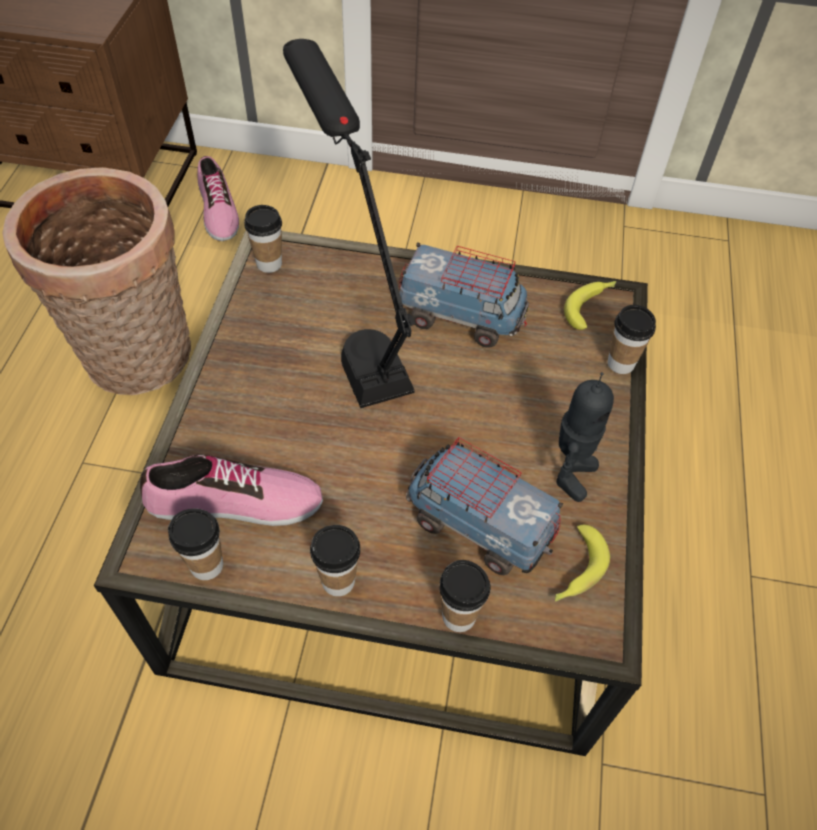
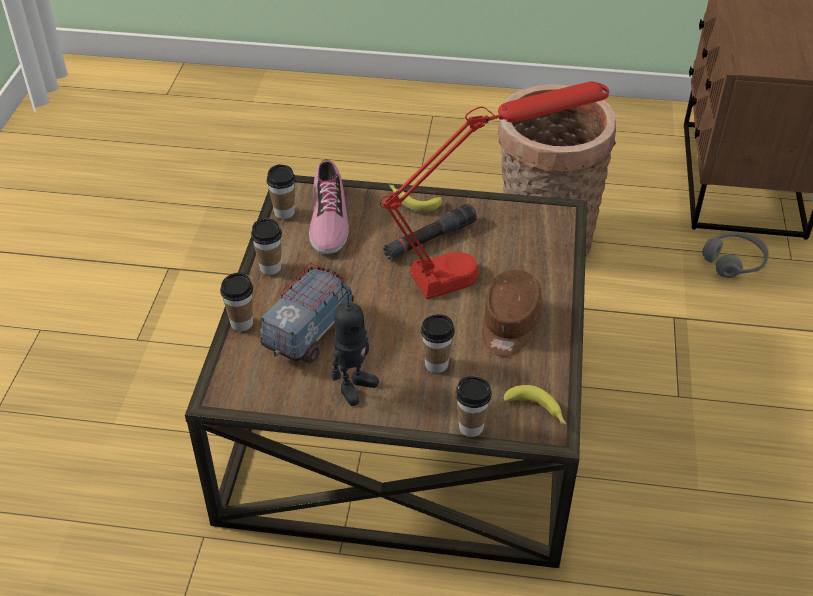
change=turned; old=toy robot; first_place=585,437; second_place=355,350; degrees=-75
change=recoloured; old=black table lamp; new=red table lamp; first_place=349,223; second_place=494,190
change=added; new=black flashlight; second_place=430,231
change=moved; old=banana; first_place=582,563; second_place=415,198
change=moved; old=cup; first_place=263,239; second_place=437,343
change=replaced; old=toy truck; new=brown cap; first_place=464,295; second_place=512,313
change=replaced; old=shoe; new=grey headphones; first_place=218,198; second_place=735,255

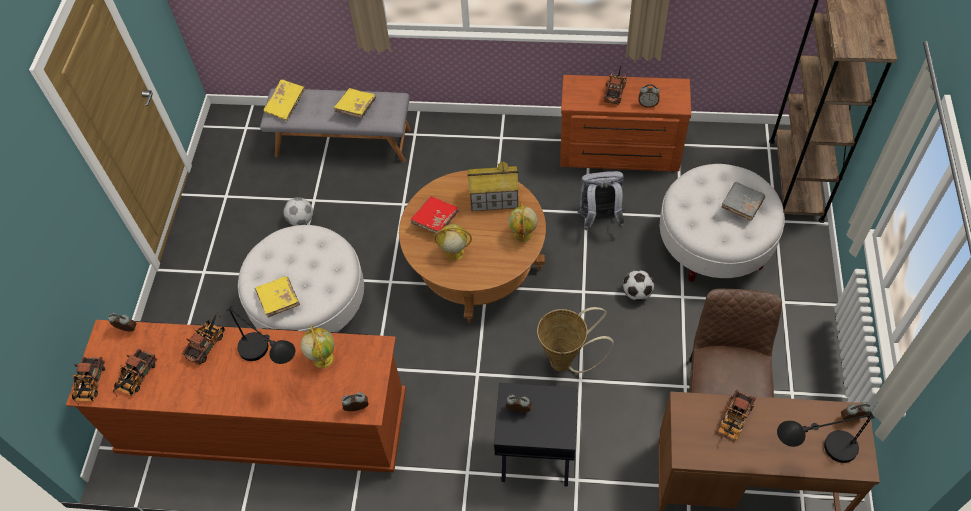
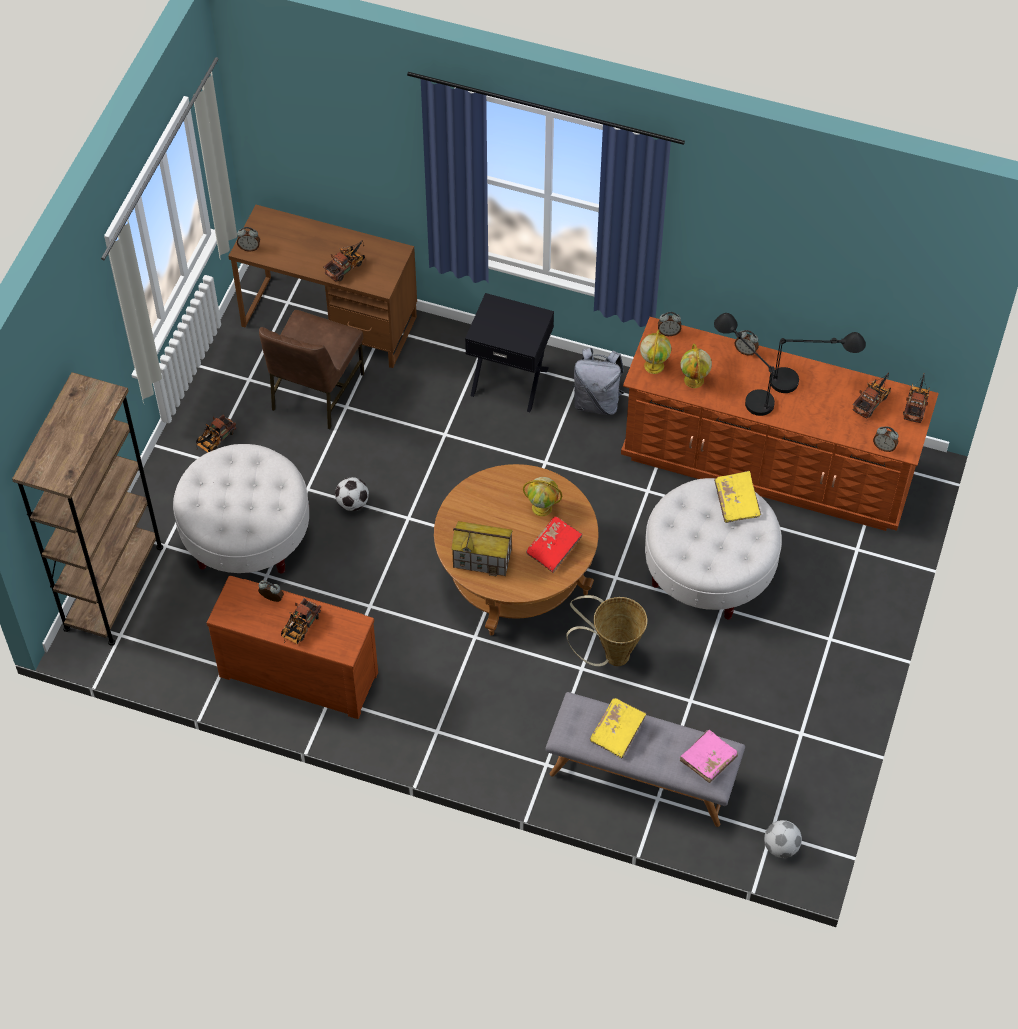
change=moved; old=toy truck; first_place=203,338; second_place=216,434
change=moved; old=basket; first_place=575,340; second_place=606,630
change=moved; old=grey backpack; first_place=601,201; second_place=598,381
change=moved; old=globe; first_place=523,222; second_place=655,351
change=recoloured; old=yellow book; new=pink book; first_place=284,100; second_place=709,756
change=moved; old=alarm clock; first_place=519,403; second_place=747,342
change=moved; old=football; first_place=298,211; second_place=783,839
change=moved; old=black table lamp; first_place=825,437; second_place=818,362
change=removed; old=grey book; first_place=743,201

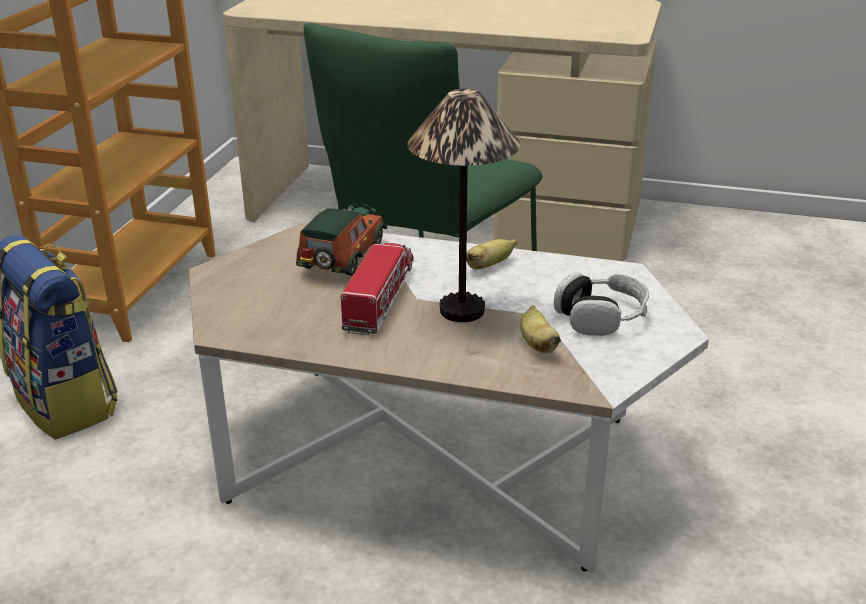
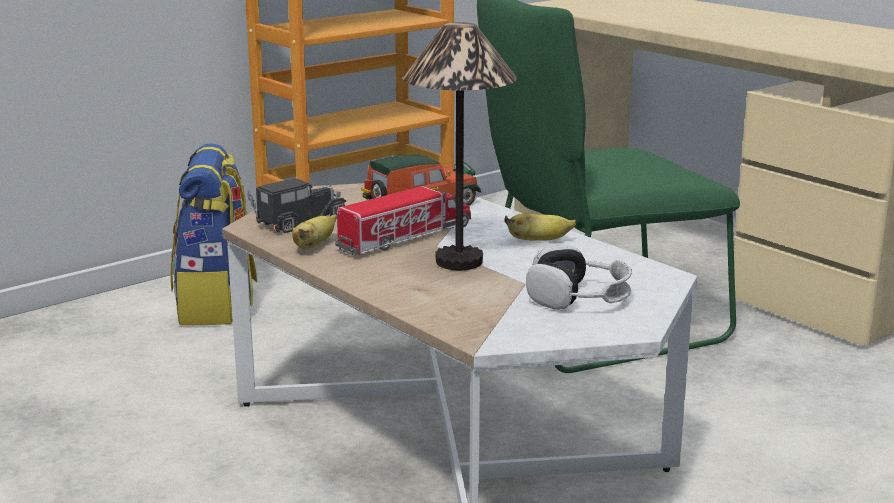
change=added; new=toy truck; second_place=296,206
change=moved; old=banana; first_place=540,329; second_place=314,232

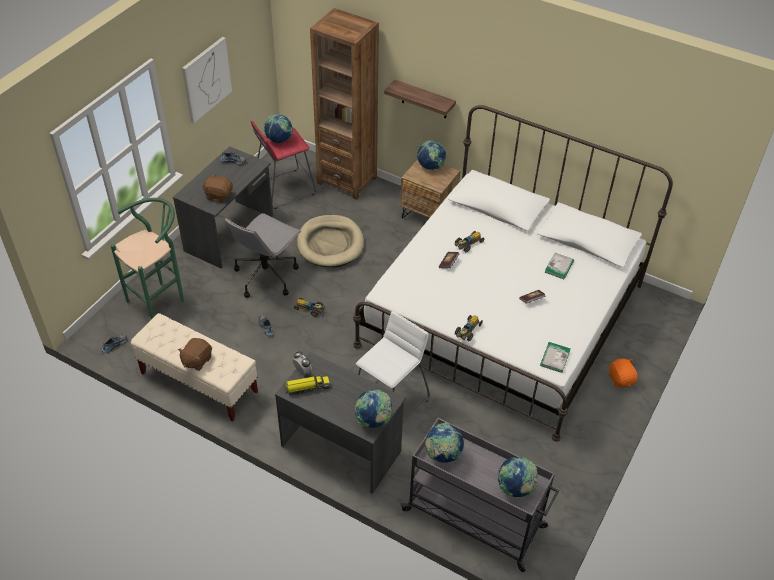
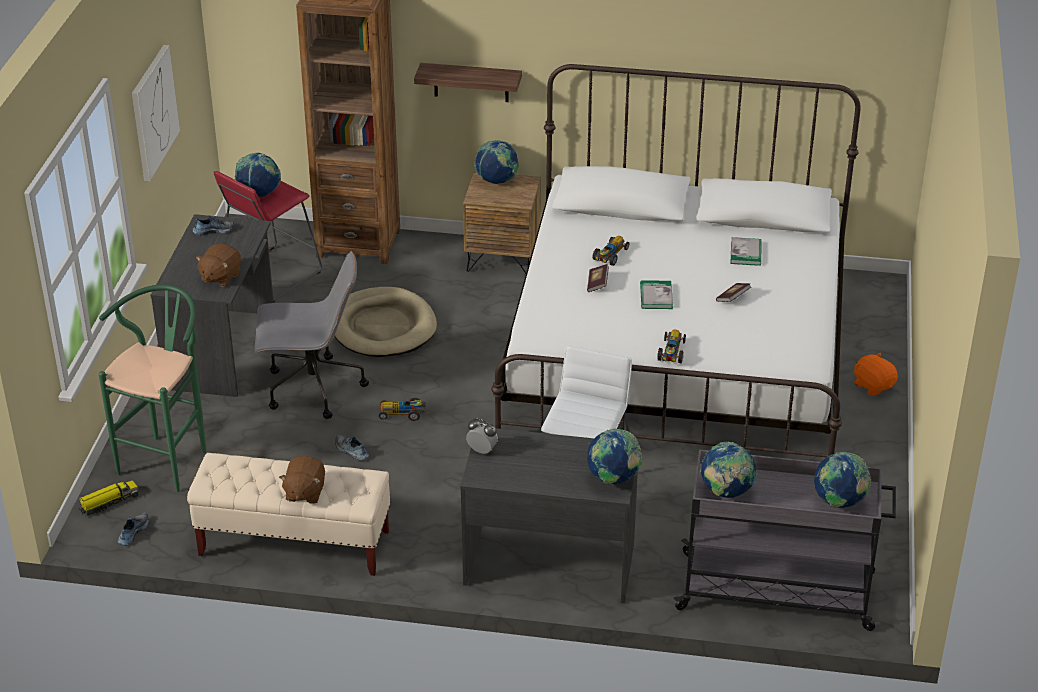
change=moved; old=toy truck; first_place=307,385; second_place=108,498
change=turned; old=brown plush toy; first_place=217,188; second_place=218,265; degrees=-60
change=turned; old=grey office chair; first_place=263,255; second_place=312,335; degrees=-105
change=moved; old=book; first_place=555,357; second_place=656,294

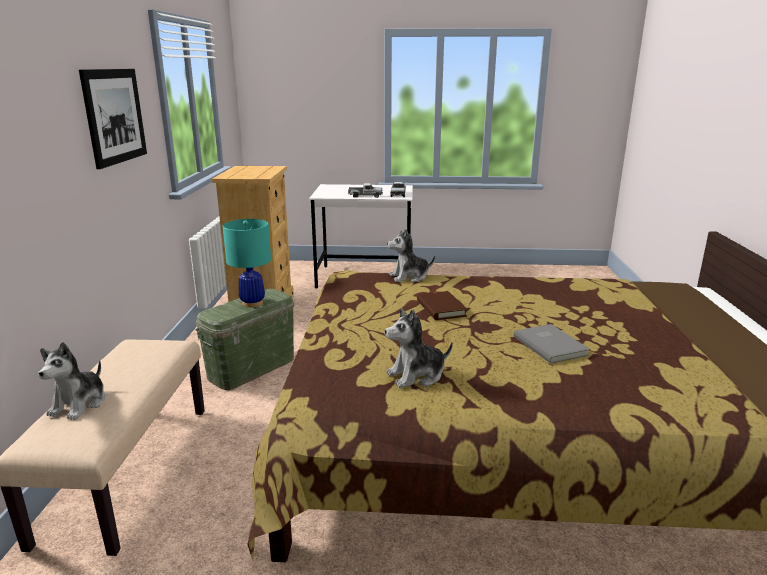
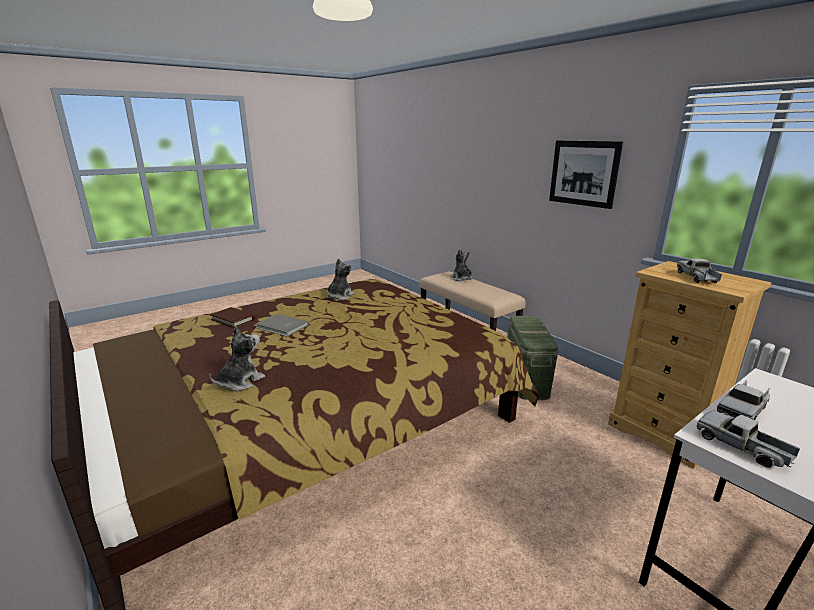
change=moved; old=plush toy; first_place=411,255; second_place=237,358
change=moved; old=brown book; first_place=442,305; second_place=232,317
change=added; new=toy truck; second_place=699,271
change=removed; old=turquoise table lamp; first_place=247,263

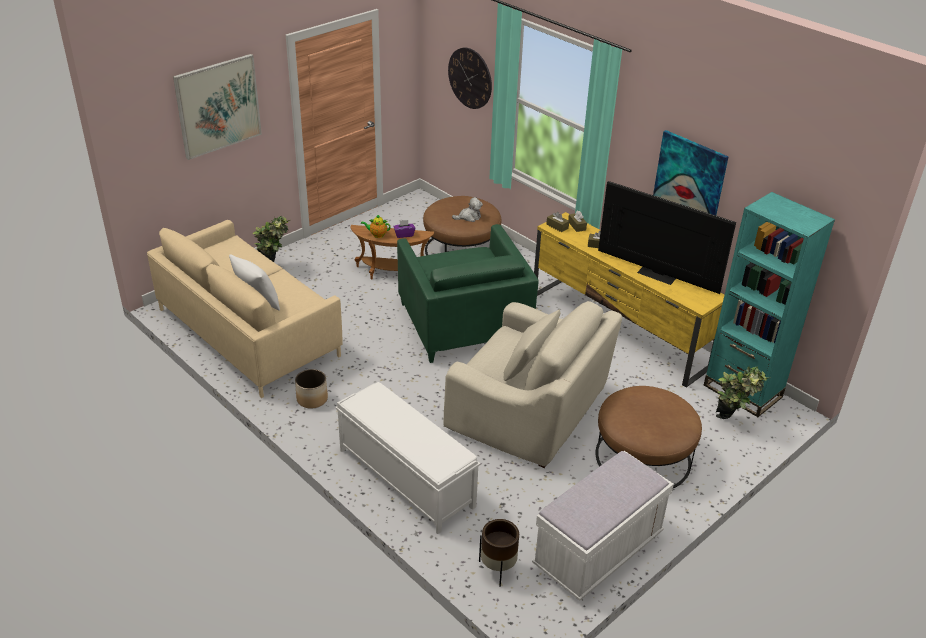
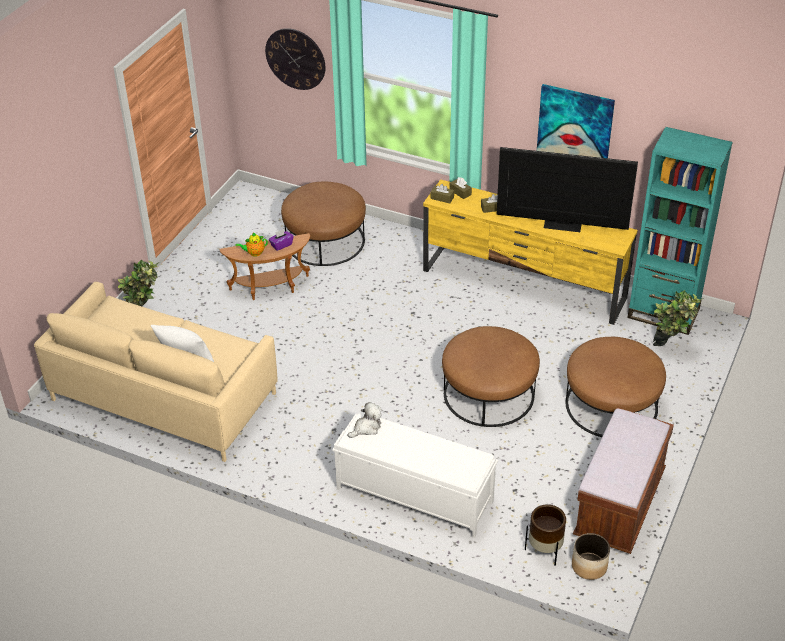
change=moved; old=plush toy; first_place=467,209; second_place=364,420
change=replaced; old=beige armchair; new=brown ottoman; first_place=532,384; second_place=491,376
change=moved; old=planter; first_place=311,388; second_place=591,556
change=recoloured; old=white bench; new=brown bench; first_place=603,526; second_place=623,480
change=removed; old=picture; first_place=217,107
change=removed; old=green armchair; first_place=468,293

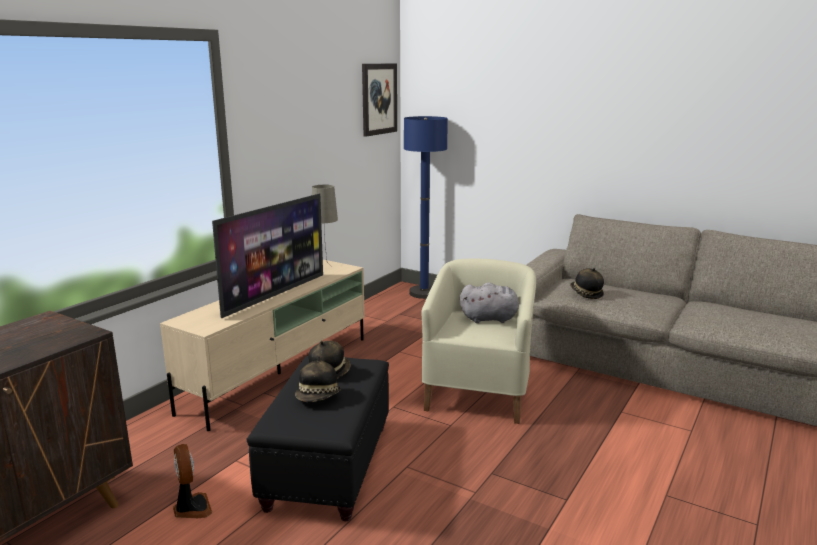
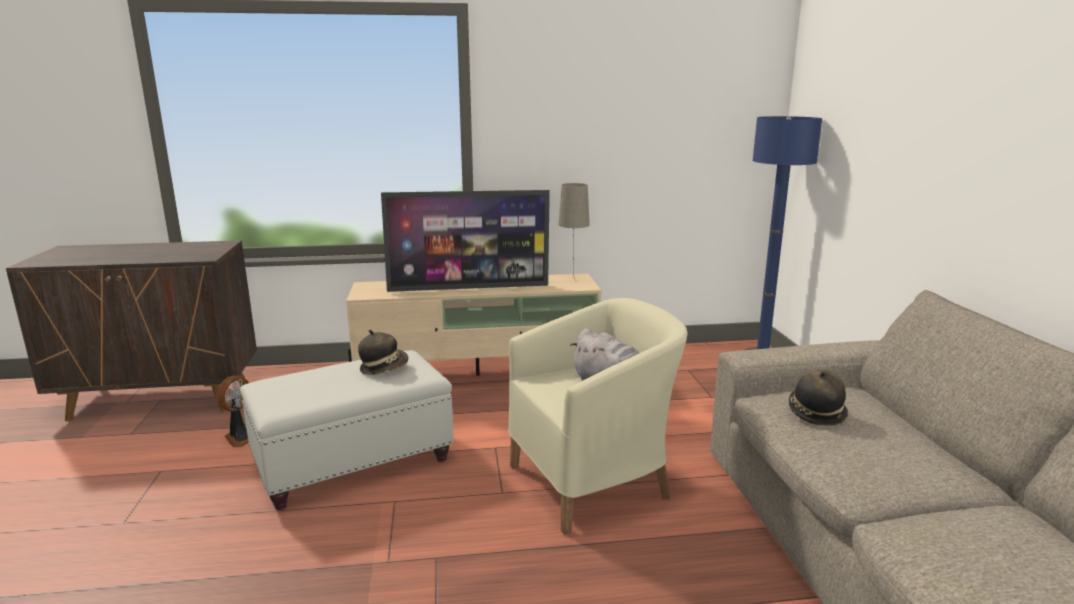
change=recoloured; old=black ottoman; new=white ottoman; first_place=318,438; second_place=346,430
change=removed; old=hat; first_place=318,379
change=removed; old=picture; first_place=379,100

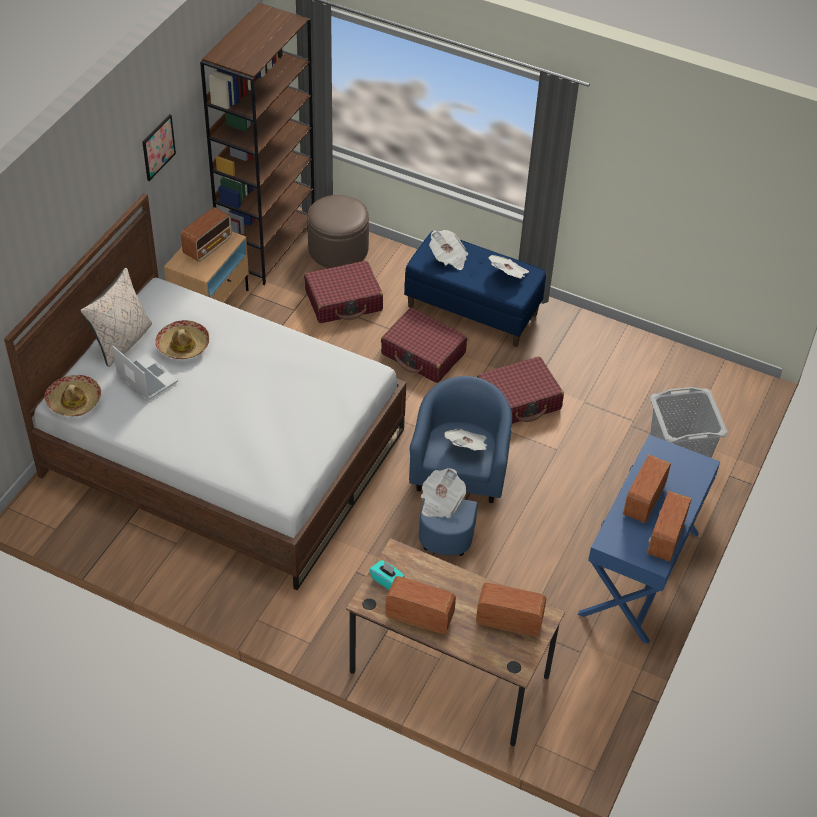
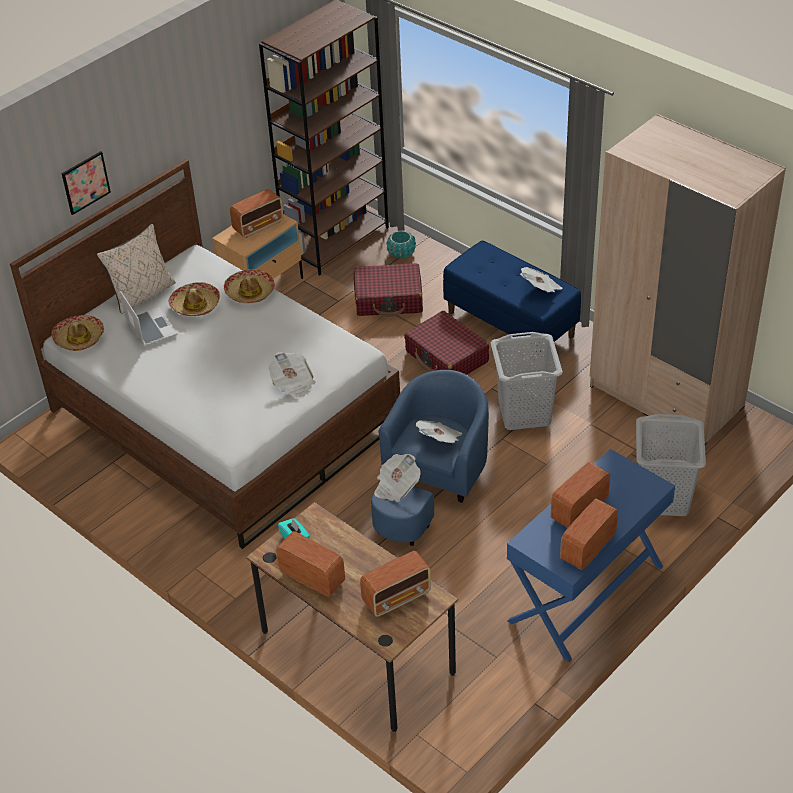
change=moved; old=picture; first_place=159,147; second_place=86,183
change=added; new=hat; second_place=249,286
change=moved; old=newspaper; first_place=448,250; second_place=292,375
change=turned; old=radio; first_place=511,609; second_place=395,584; degrees=120
change=replaced; old=brown ottoman; new=turquoise planter; first_place=338,231; second_place=401,245
change=replaced; old=red suitcase; new=grey laundry basket; first_place=520,390; second_place=527,381
change=added; new=beige wardrobe; second_place=688,279

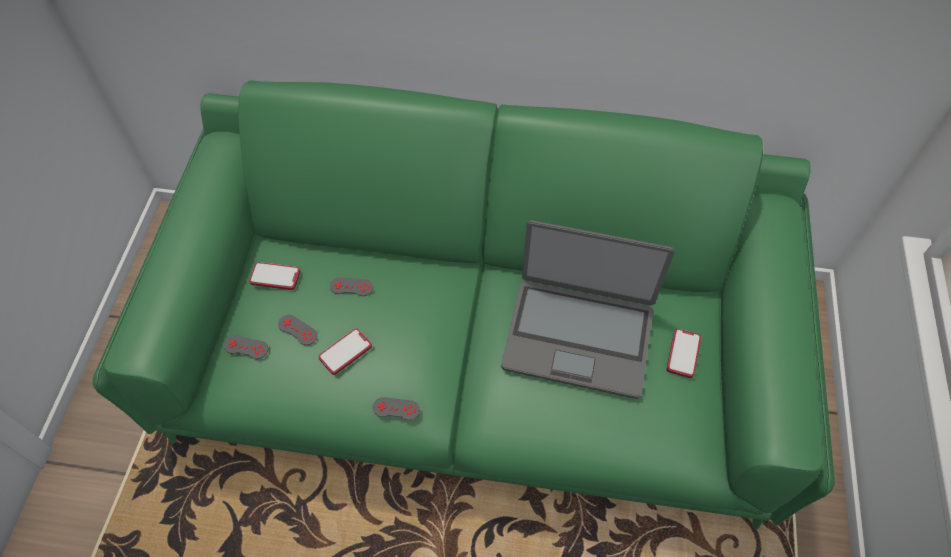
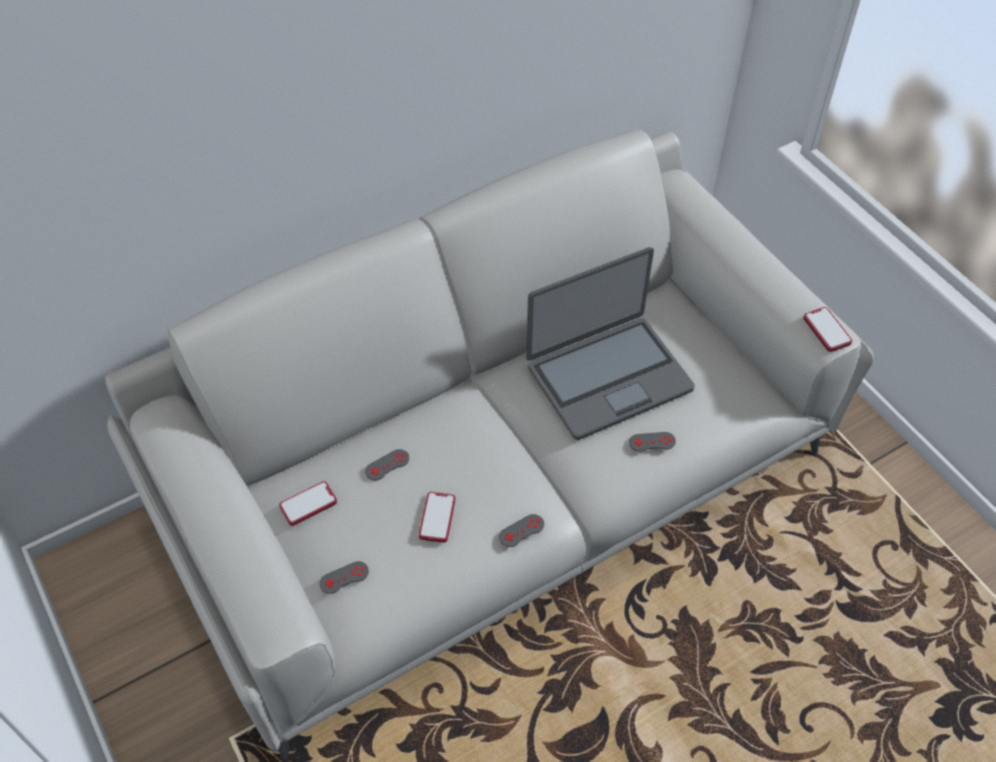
change=recoloured; old=green sofa; new=grey sofa; first_place=464,305; second_place=489,444
change=moved; old=grey game controller; first_place=297,330; second_place=652,442
change=moved; old=phone; first_place=684,353; second_place=827,329

